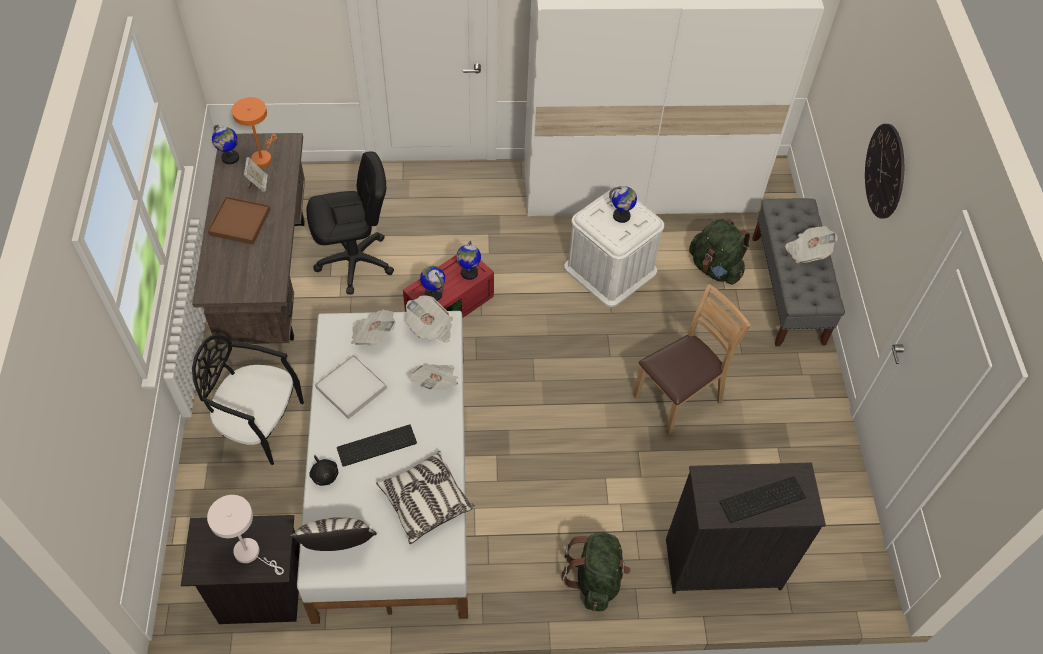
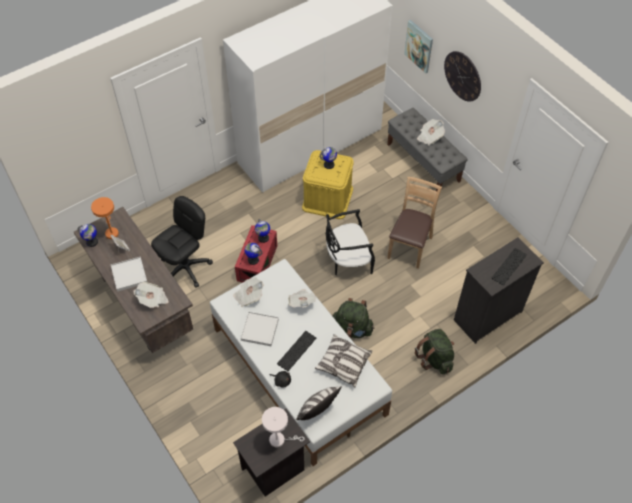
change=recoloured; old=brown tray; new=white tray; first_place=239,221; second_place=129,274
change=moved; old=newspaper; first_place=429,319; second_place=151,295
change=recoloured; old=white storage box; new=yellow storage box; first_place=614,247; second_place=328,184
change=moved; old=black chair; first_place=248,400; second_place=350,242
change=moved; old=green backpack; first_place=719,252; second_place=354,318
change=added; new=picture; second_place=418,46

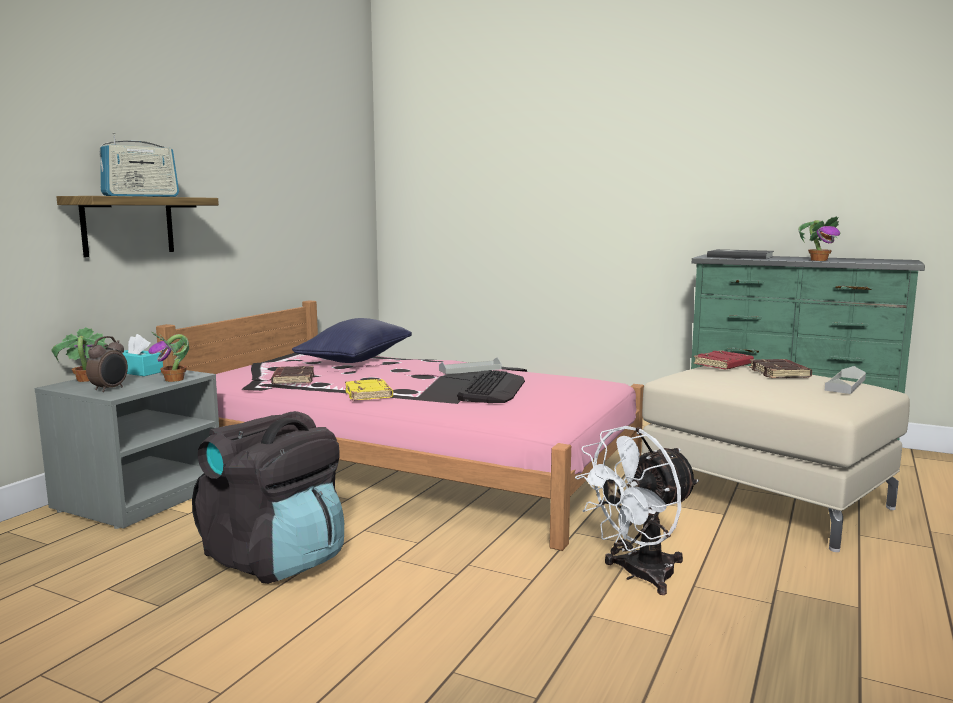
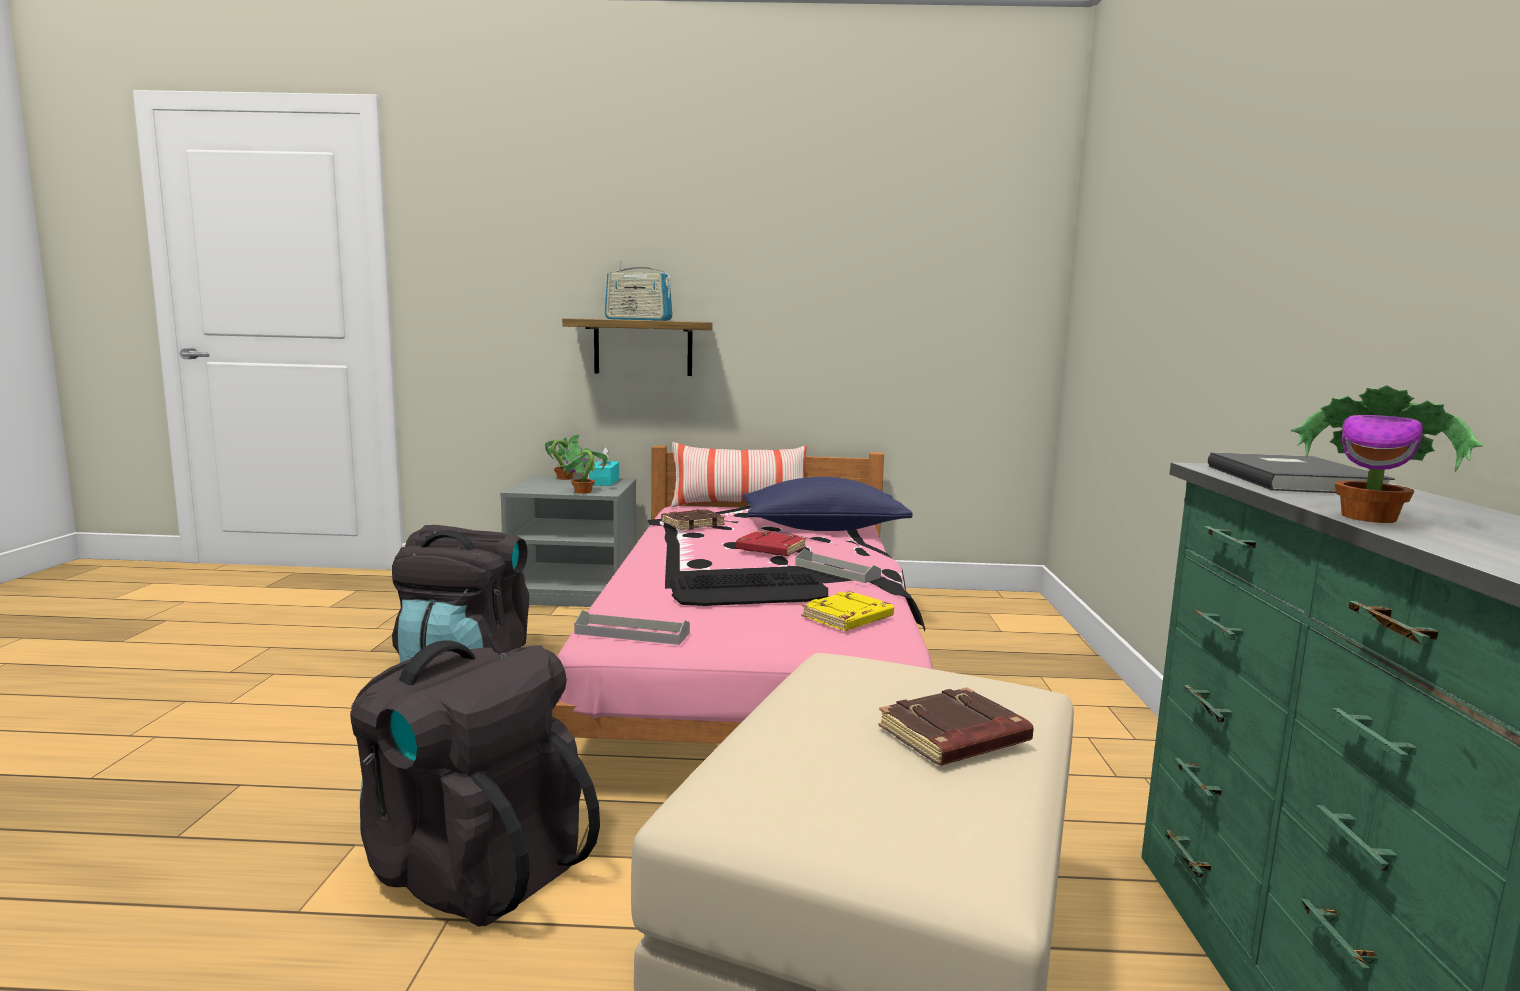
change=replaced; old=white fan; new=black backpack; first_place=637,510; second_place=475,783
change=moved; old=grey tray; first_place=845,380; second_place=632,627
change=added; new=pillow; second_place=739,475
change=moved; old=red book; first_place=723,359; second_place=771,543
change=moved; old=yellow book; first_place=369,390; second_place=847,611
change=removed; old=alarm clock; first_place=107,364

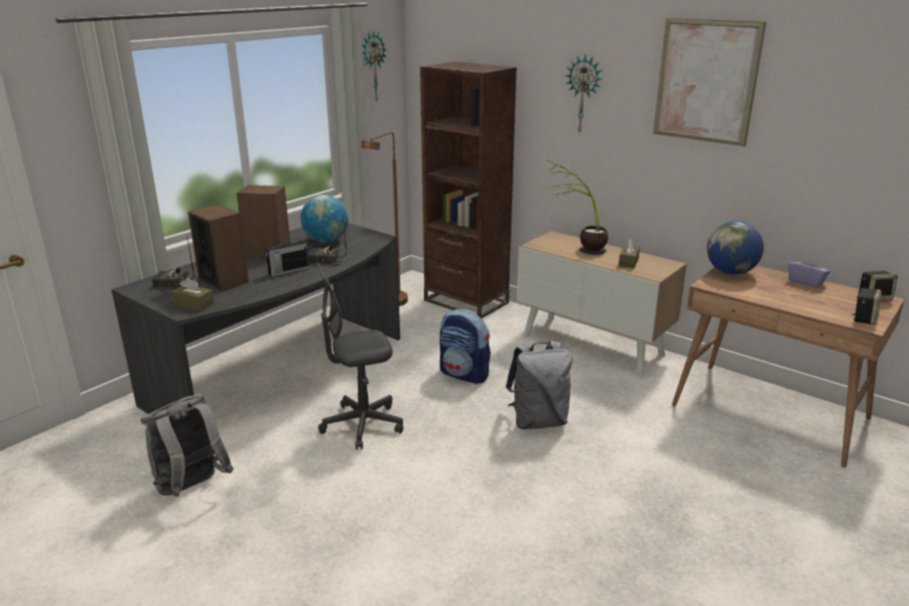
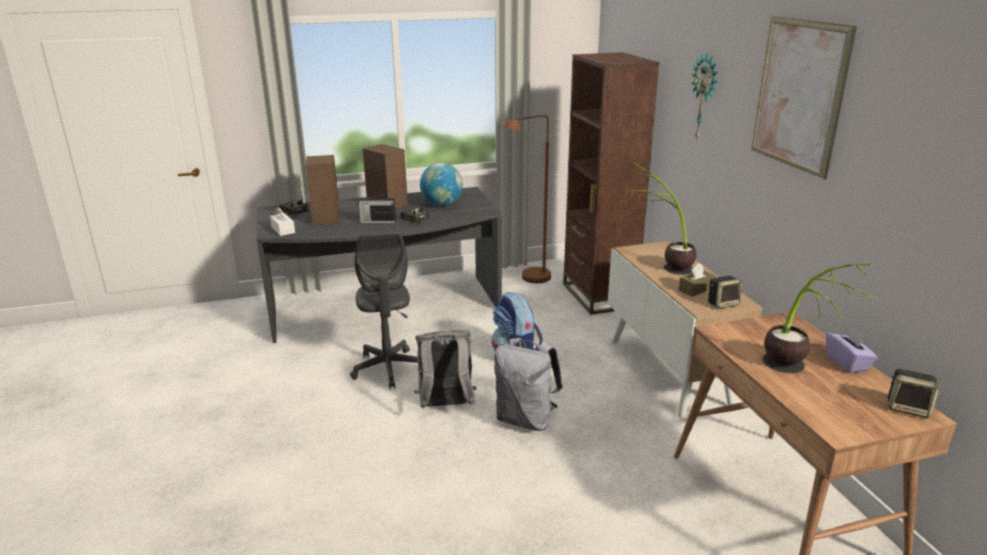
change=recoloured; old=brown tissue box; new=white tissue box; first_place=192,294; second_place=282,221
change=turned; old=grey office chair; first_place=360,355; second_place=384,310; degrees=-120
change=moved; old=grey backpack; first_place=187,445; second_place=445,368
change=moved; old=speaker; first_place=867,306; second_place=725,292
change=added; new=potted plant; second_place=820,318
change=removed; old=wall clock; first_place=374,66
change=removed; old=globe; first_place=735,248

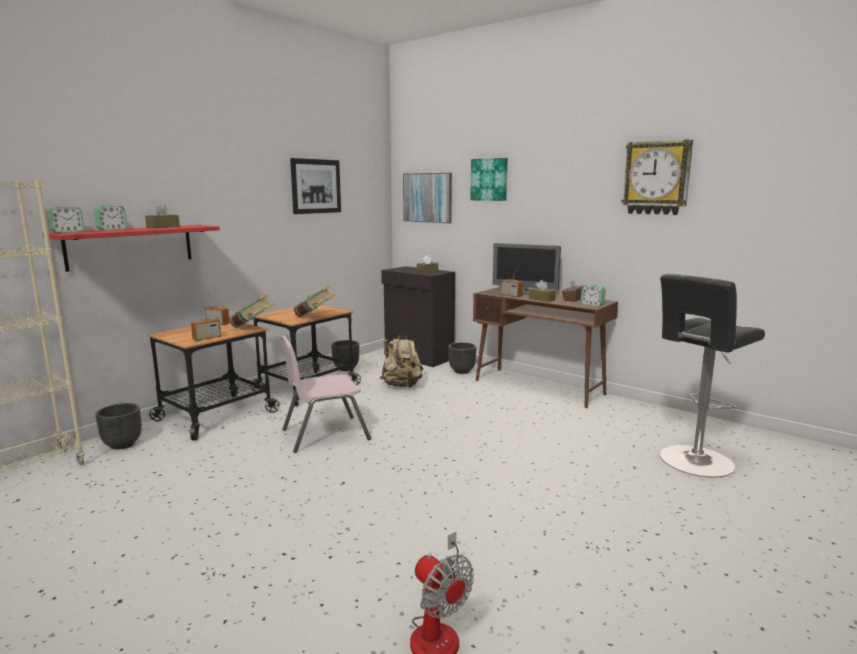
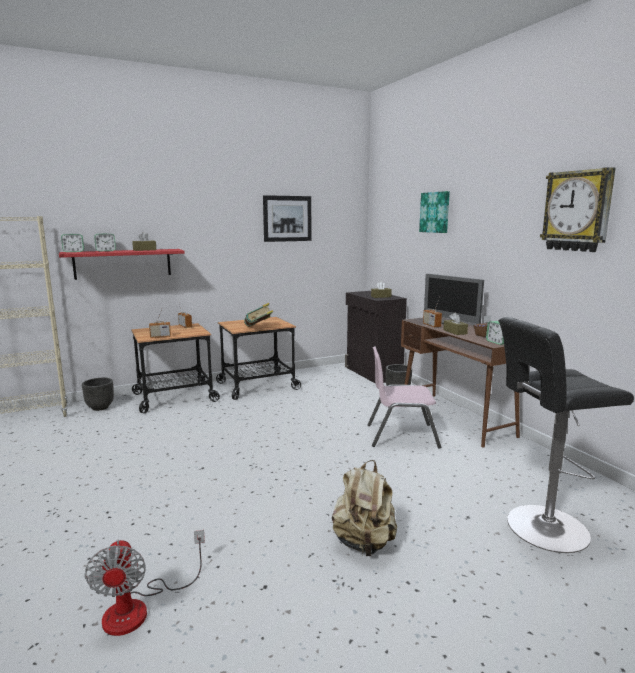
change=moved; old=beige backpack; first_place=401,360; second_place=364,508
change=moved; old=pink chair; first_place=326,394; second_place=404,397
change=removed; old=book; first_place=252,311
change=removed; old=black planter; first_place=345,355
change=removed; old=picture; first_place=427,198

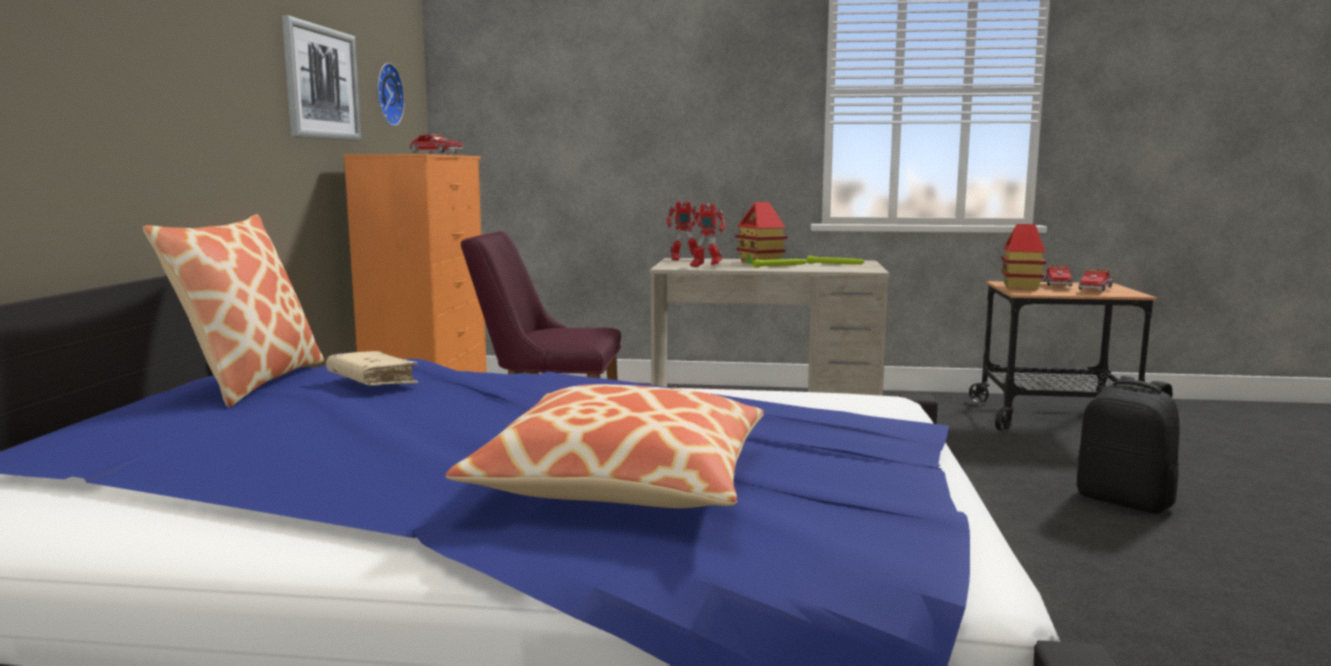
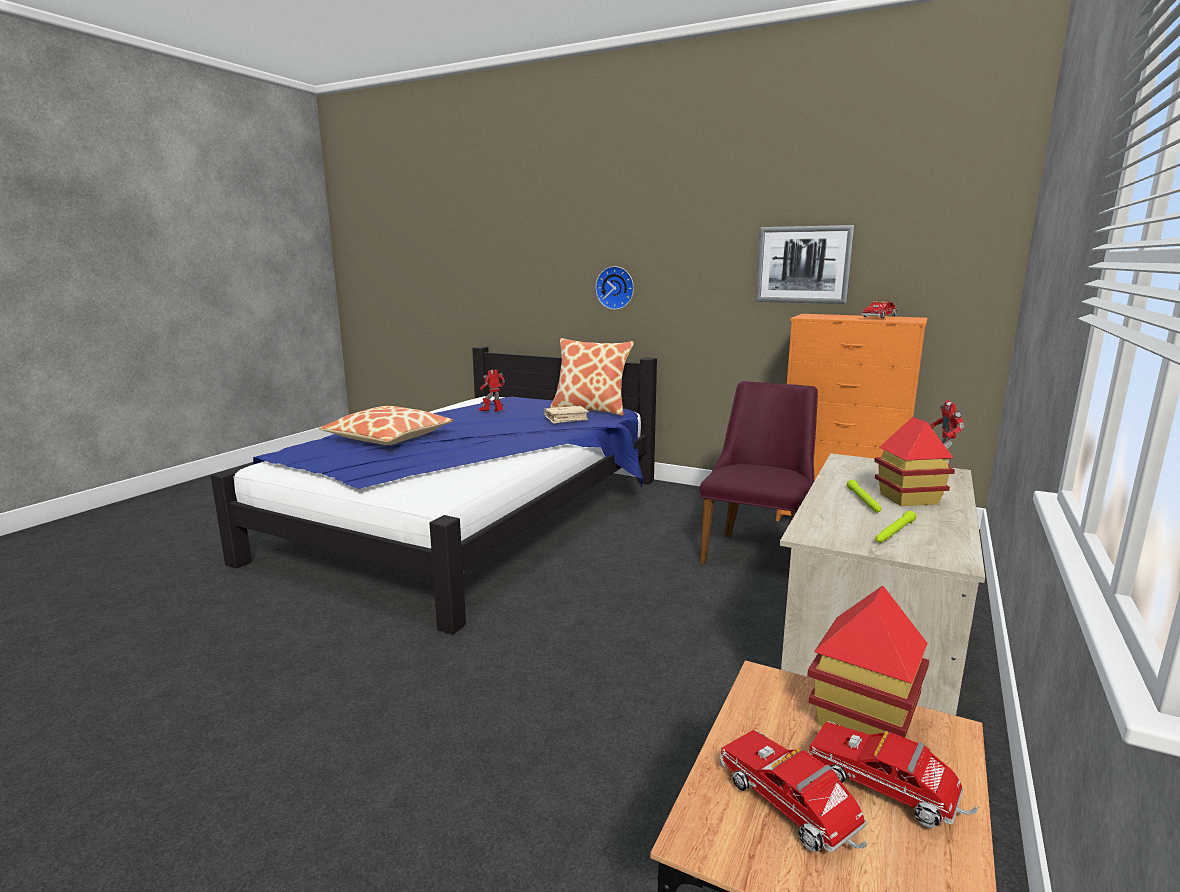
change=moved; old=toy robot; first_place=707,235; second_place=492,390
change=moved; old=wall clock; first_place=391,94; second_place=614,288
change=removed; old=black backpack; first_place=1128,445

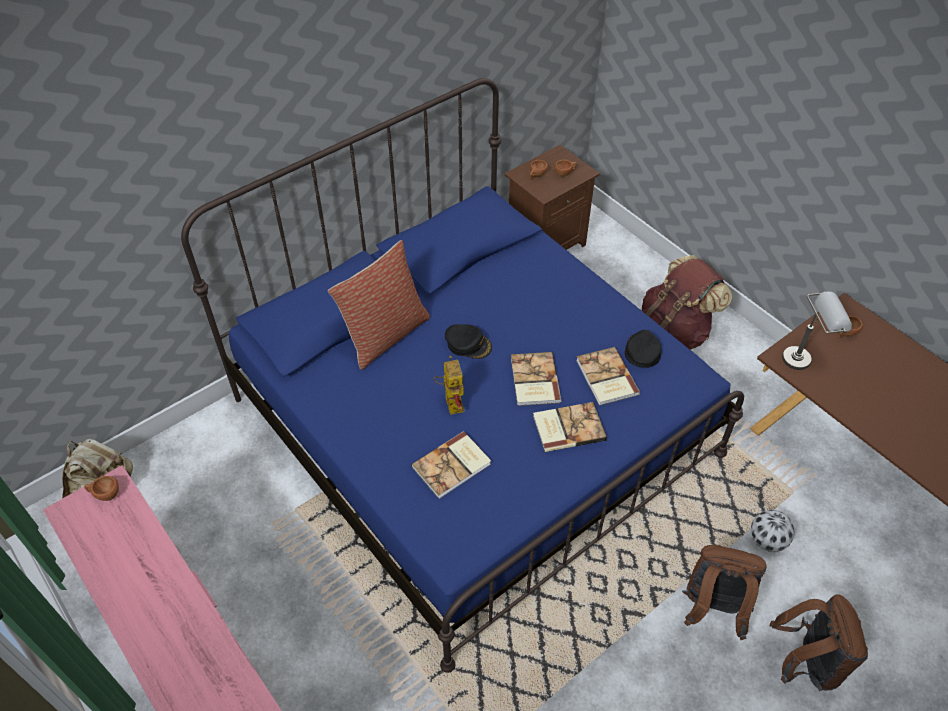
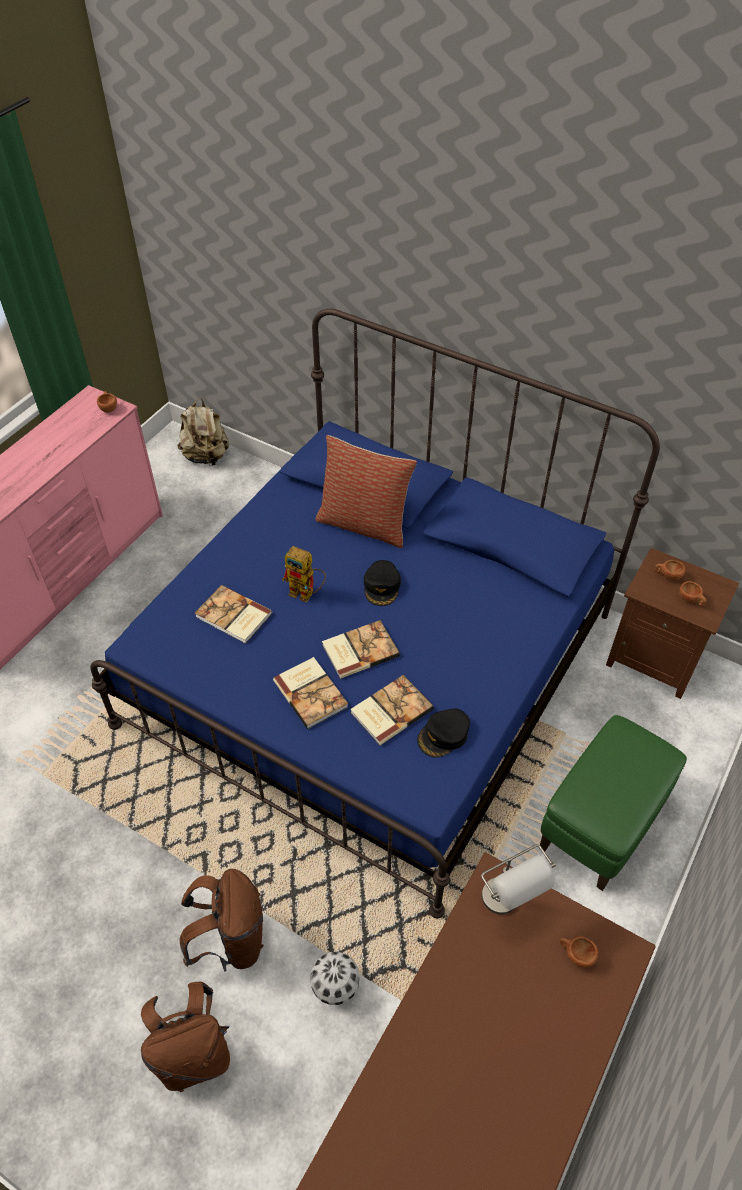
change=turned; old=toy robot; first_place=449,385; second_place=304,574; degrees=60
change=turned; old=black cap; first_place=643,349; second_place=443,733; degrees=150
change=replaced; old=brown backpack; new=green ottoman; first_place=687,302; second_place=613,803

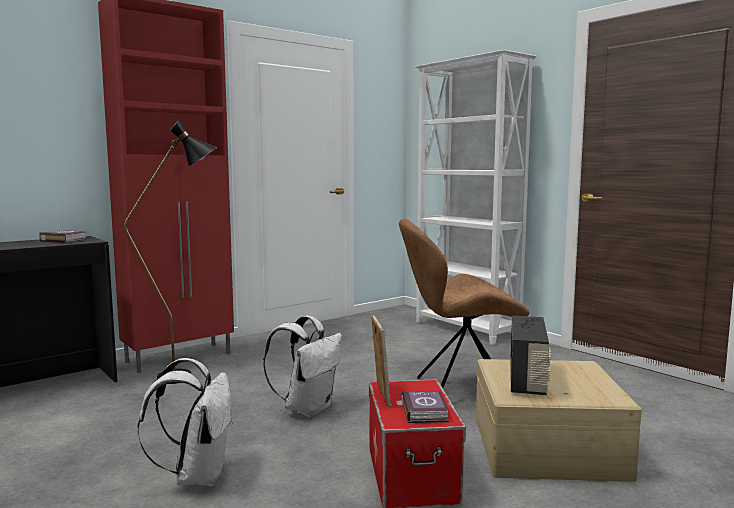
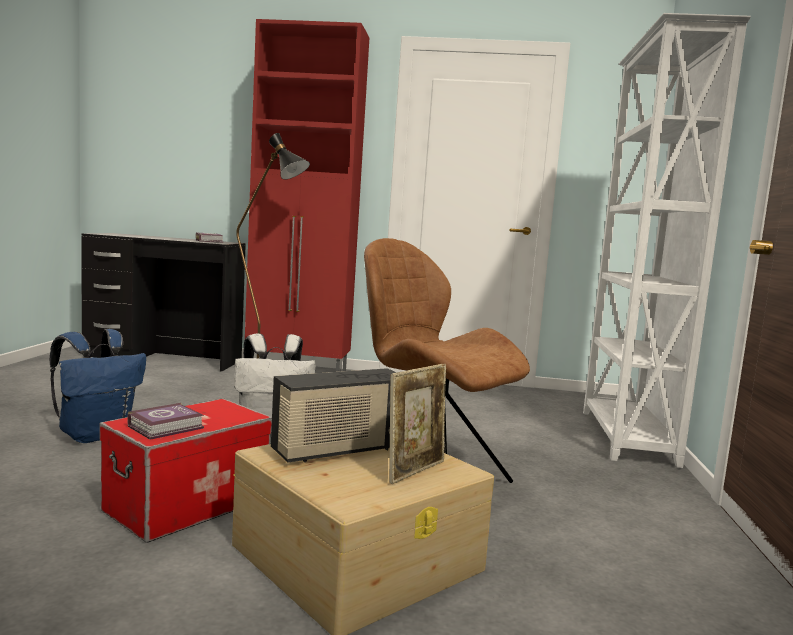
change=recoloured; old=white backpack; new=blue backpack; first_place=185,422; second_place=98,386
change=moved; old=picture frame; first_place=381,361; second_place=417,424

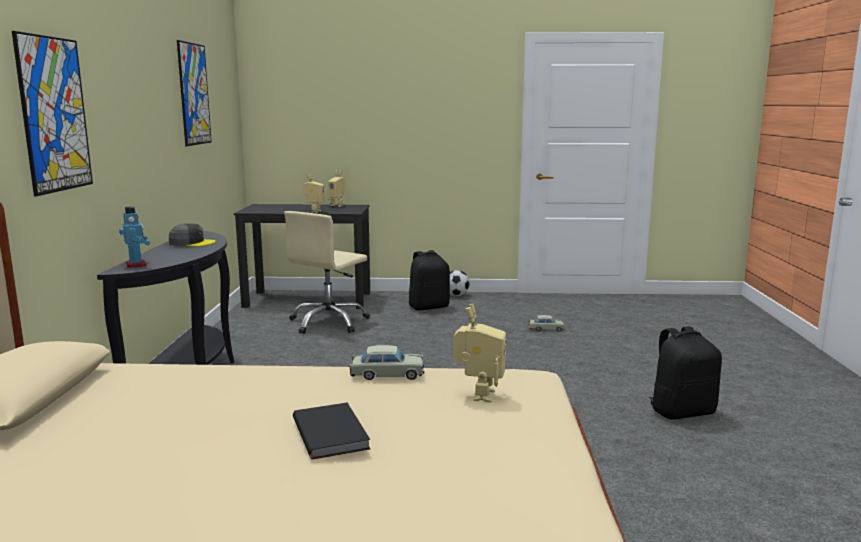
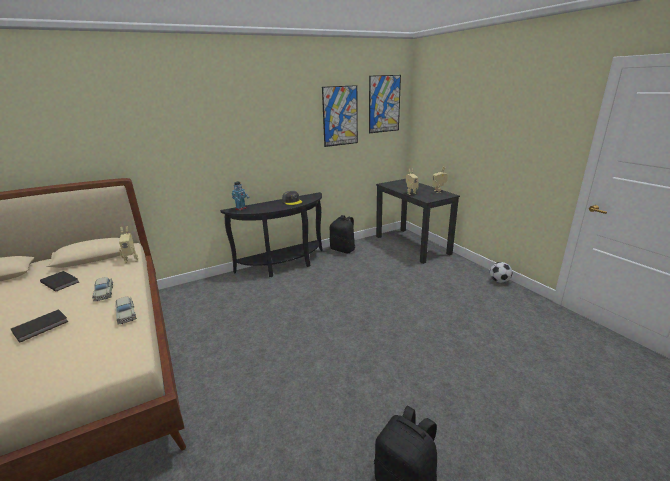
change=added; new=black book; second_place=59,281
change=moved; old=beige toy car; first_place=546,323; second_place=102,289
change=moved; old=toy robot; first_place=479,353; second_place=128,244
change=moved; old=black backpack; first_place=429,280; second_place=342,234
change=moved; old=picture; first_place=52,113; second_place=385,104
change=removed; old=beige office chair; first_place=327,272

